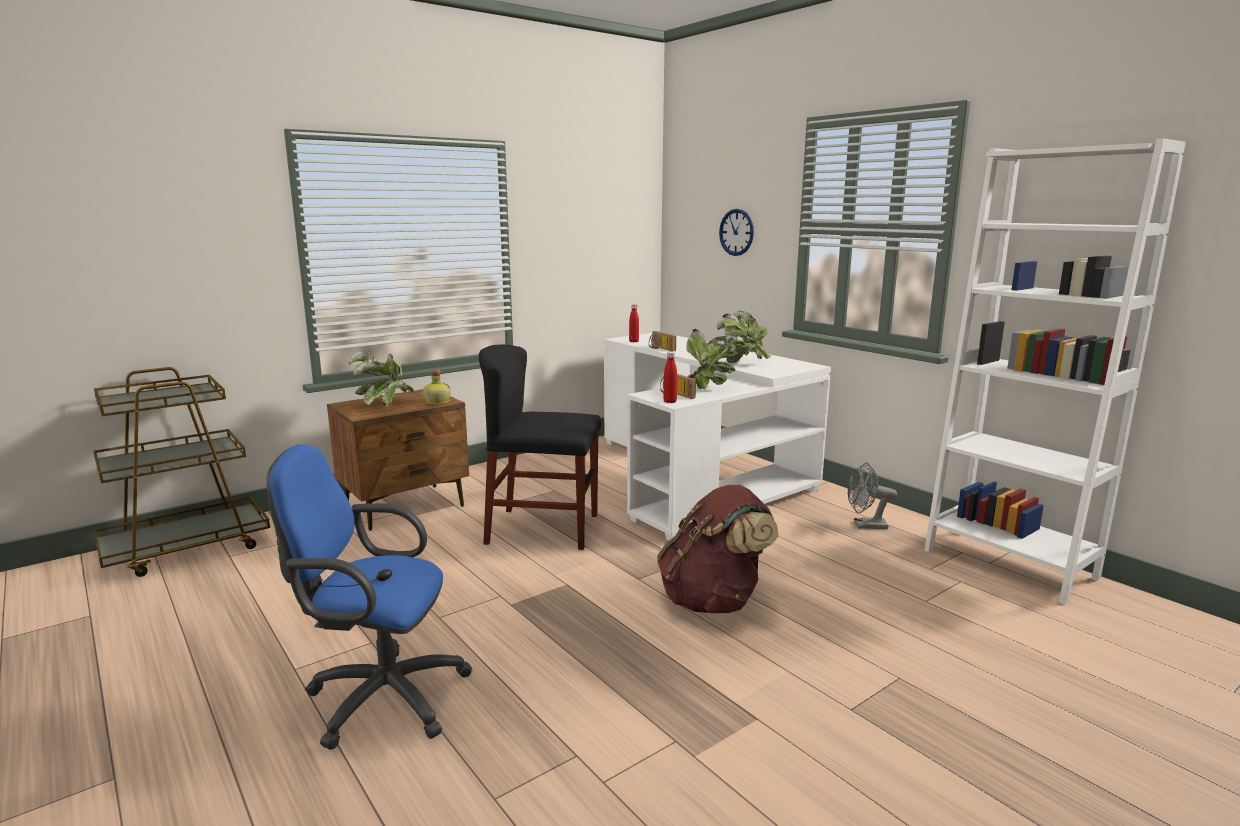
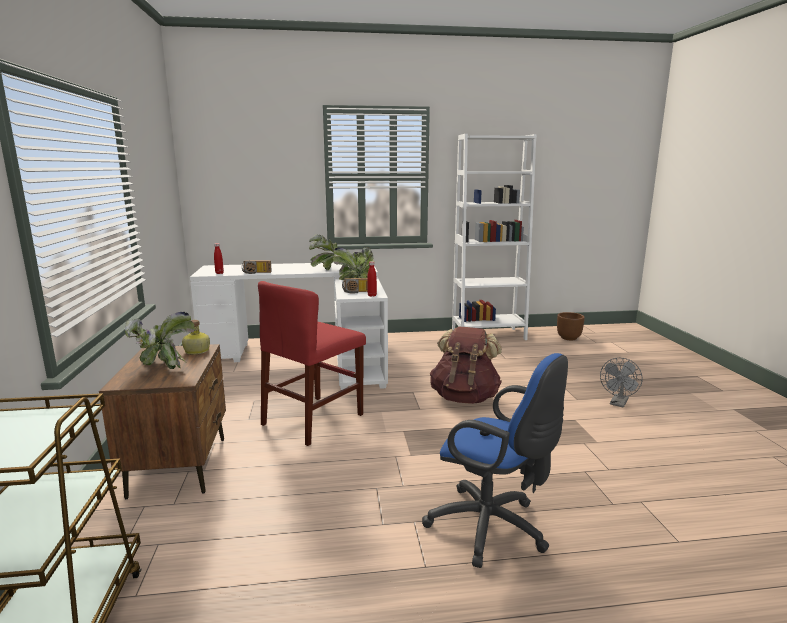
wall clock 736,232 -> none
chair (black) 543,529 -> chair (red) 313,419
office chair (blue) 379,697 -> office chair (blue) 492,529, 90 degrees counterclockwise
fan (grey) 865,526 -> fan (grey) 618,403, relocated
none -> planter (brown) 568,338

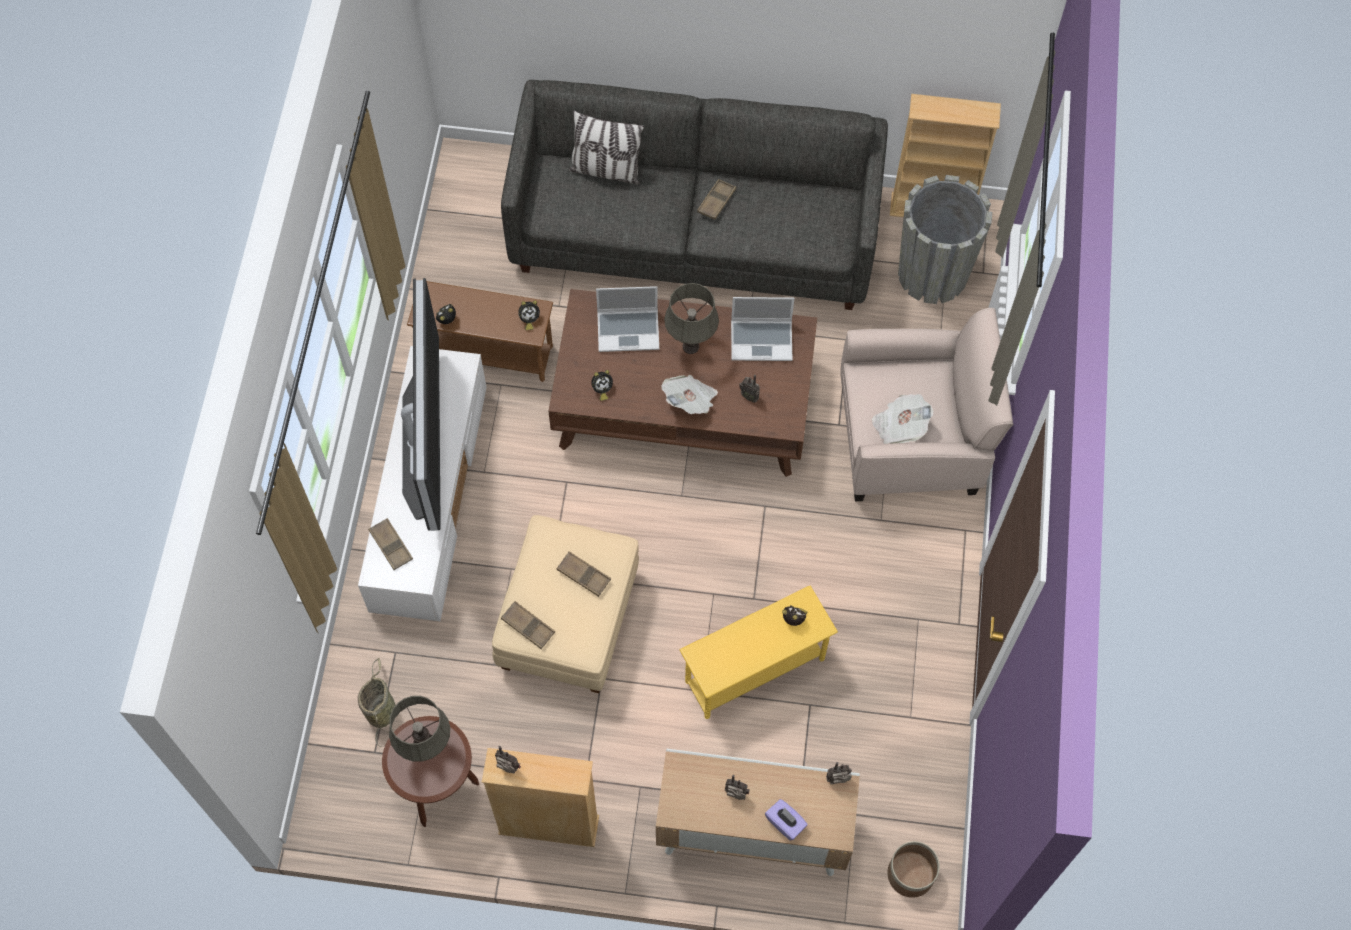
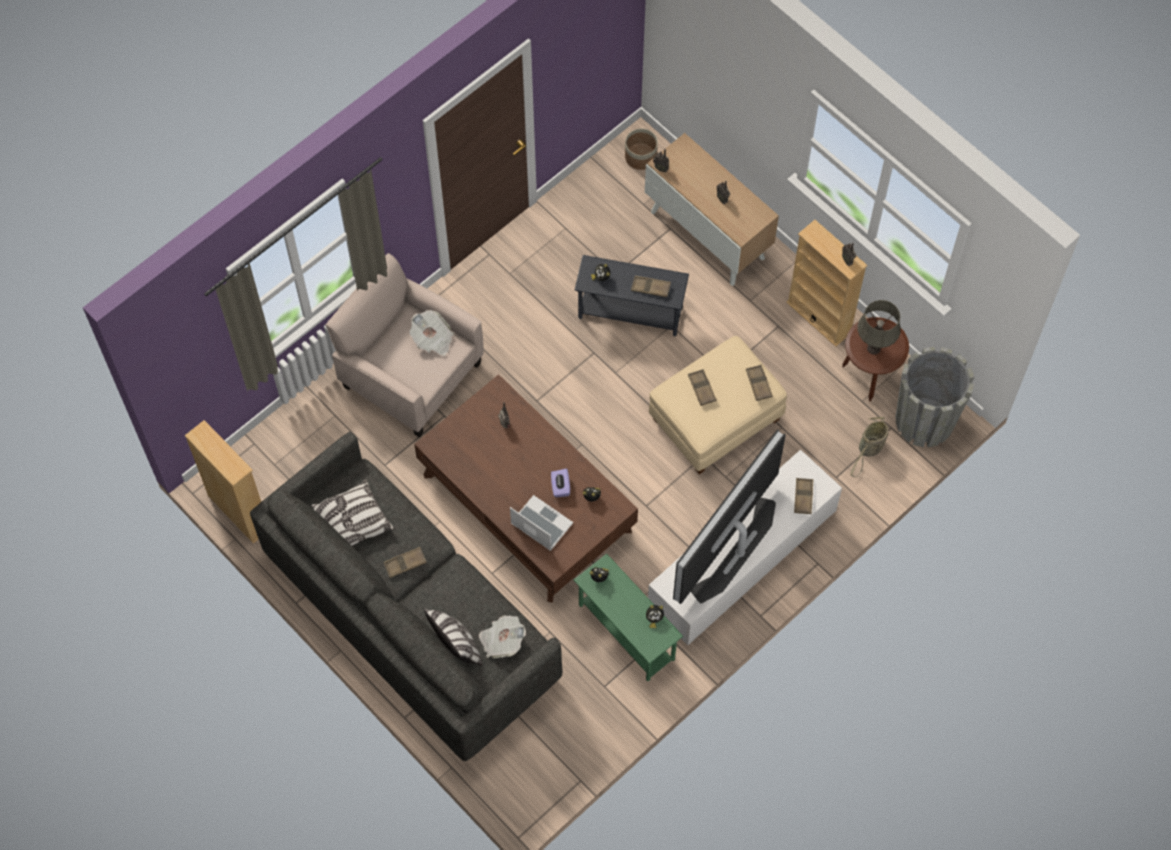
planter (grey) 932,274 -> planter (grey) 924,421, relocated
side table (brown) 487,353 -> side table (green) 626,633
table lamp (grey) 691,346 -> none
laptop 762,340 -> none
newspaper 690,401 -> newspaper 502,641, relocated
side table (yellow) 754,670 -> side table (grey) 630,314
tissue box (purple) 785,823 -> tissue box (purple) 560,487, relocated
none -> tray (brown) 650,288
none -> pillow 353,522

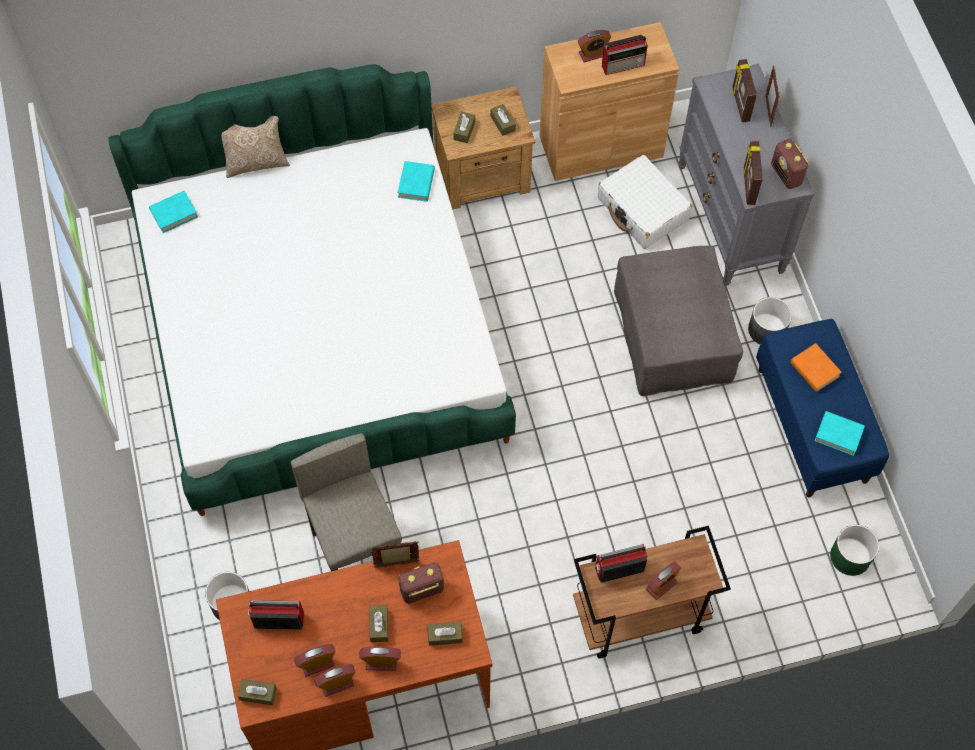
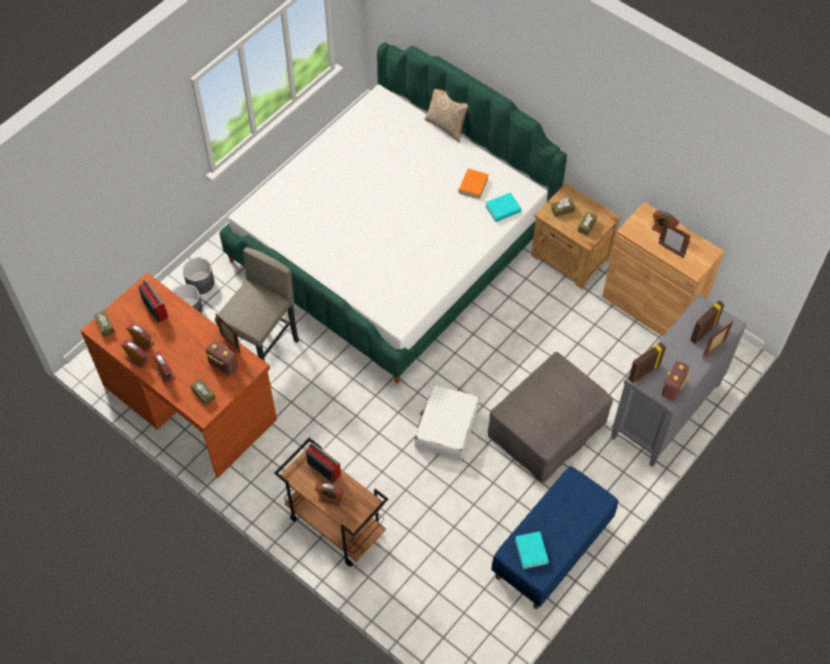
radio 624,65 -> picture frame 670,250
suitcase (white) 643,209 -> suitcase (white) 446,427, relocated
book (turquoise) 174,213 -> none
planter (grey) 766,329 -> planter (grey) 200,282, relocated
book (orange) 814,370 -> book (orange) 473,185, relocated
planter (green) 850,556 -> none
tissue box (brown) 379,625 -> none

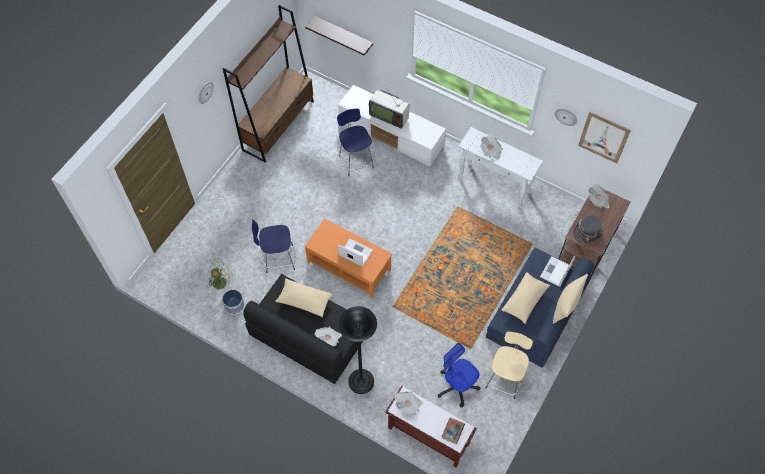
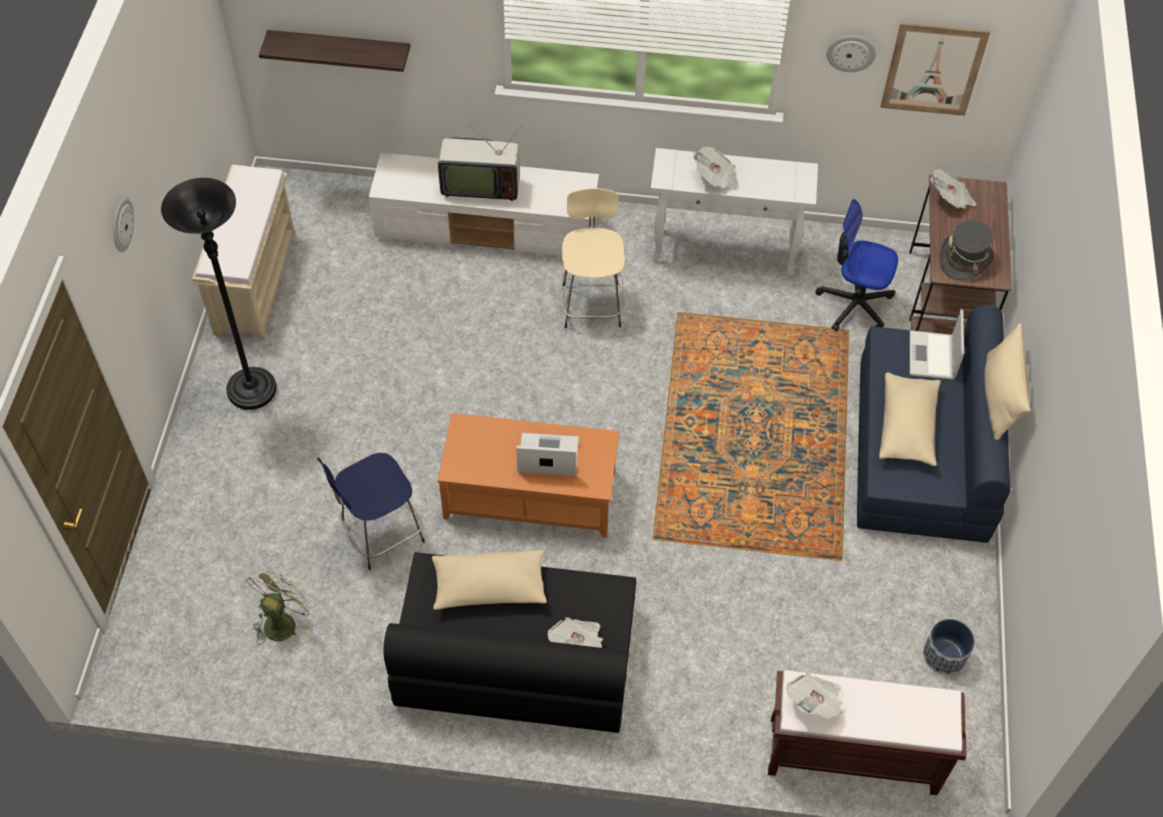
bookcase (brown) 278,125 -> bench (beige) 255,282
stool (blue) 355,160 -> none
planter 234,305 -> planter 944,655, relocated
floor lamp (black) 361,382 -> floor lamp (black) 252,390, relocated
stool (beige) 505,378 -> stool (beige) 591,303, relocated
office chair 457,386 -> office chair 854,304, relocated
book 453,431 -> none

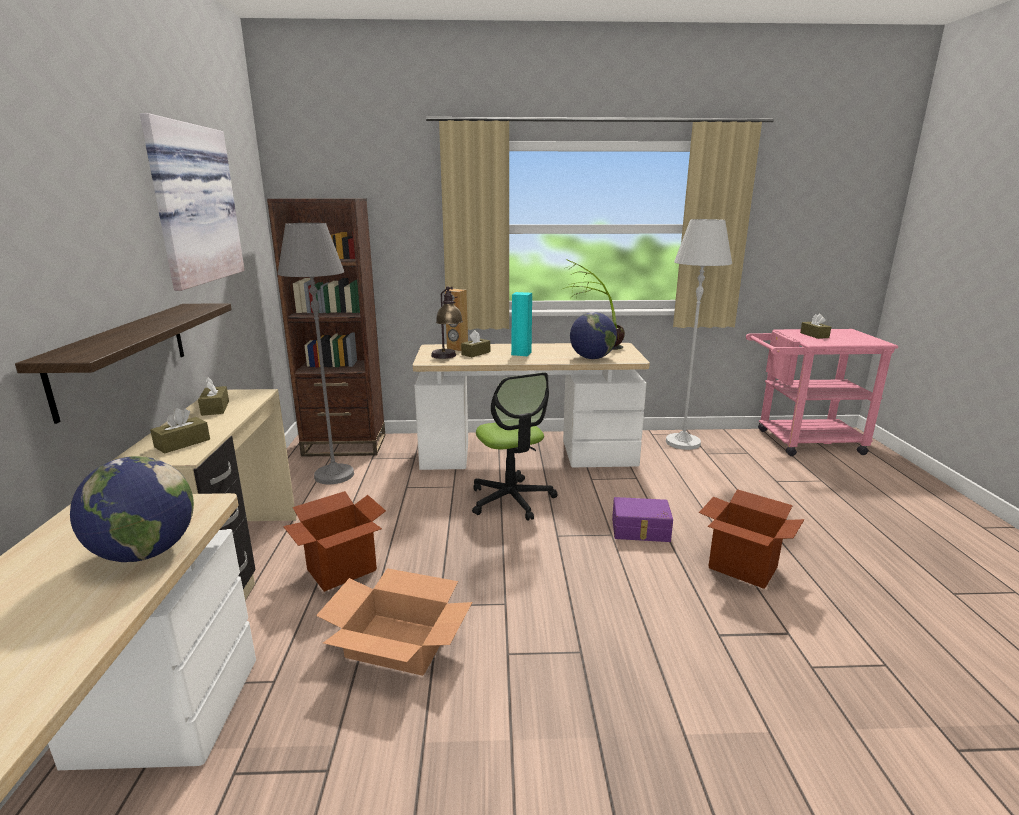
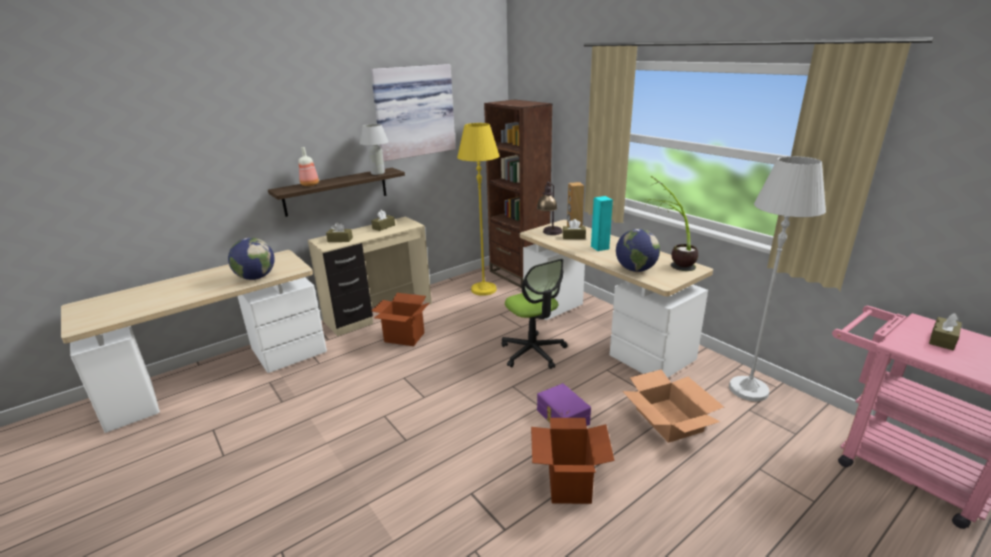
floor lamp (grey) 334,475 -> floor lamp (yellow) 483,289
office chair 511,500 -> office chair 533,352, 60 degrees counterclockwise
cardboard box 398,643 -> cardboard box 669,419, relocated
none -> table lamp (white) 377,173
none -> bottle 310,184

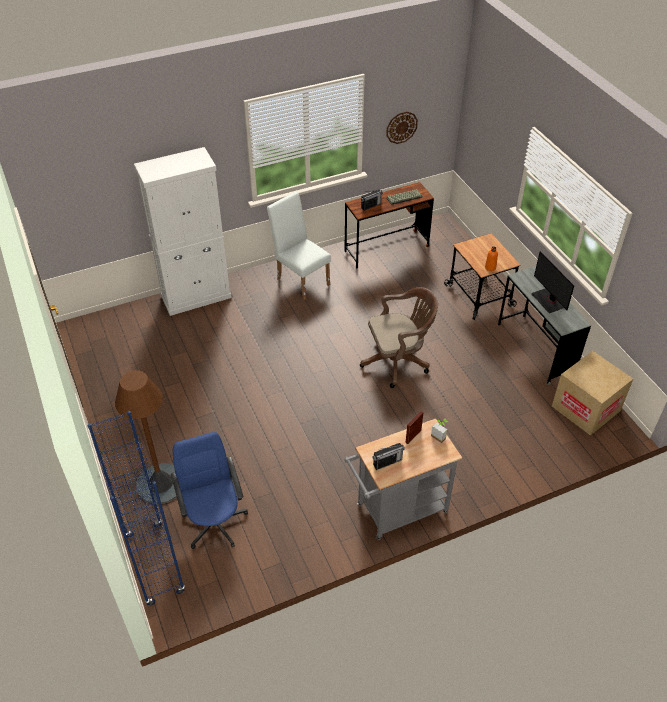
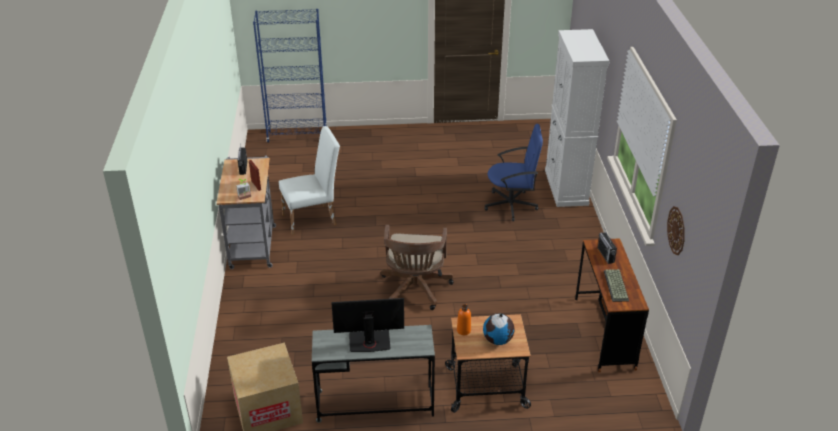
chair (white) 301,279 -> chair (white) 313,218, relocated
floor lamp (brown) 160,484 -> none
office chair (blue) 214,522 -> office chair (blue) 511,205, relocated
none -> globe 498,340

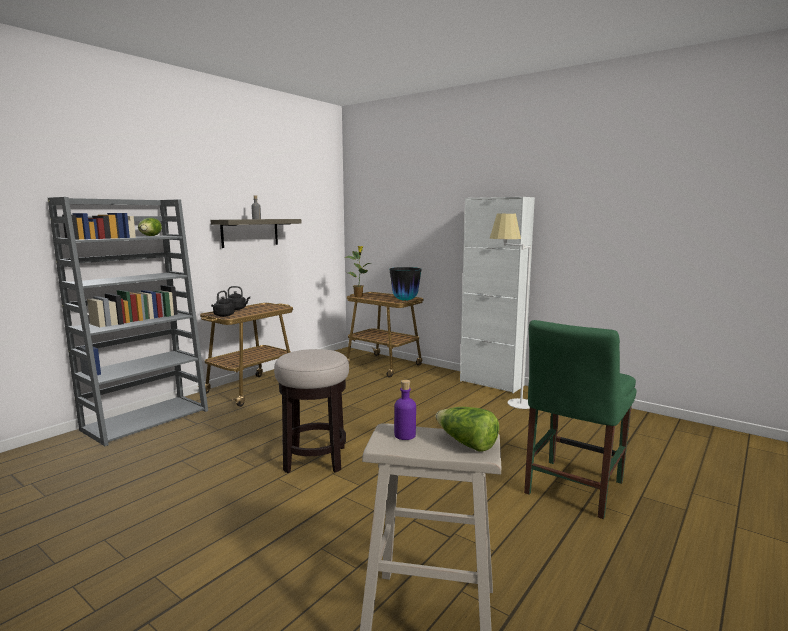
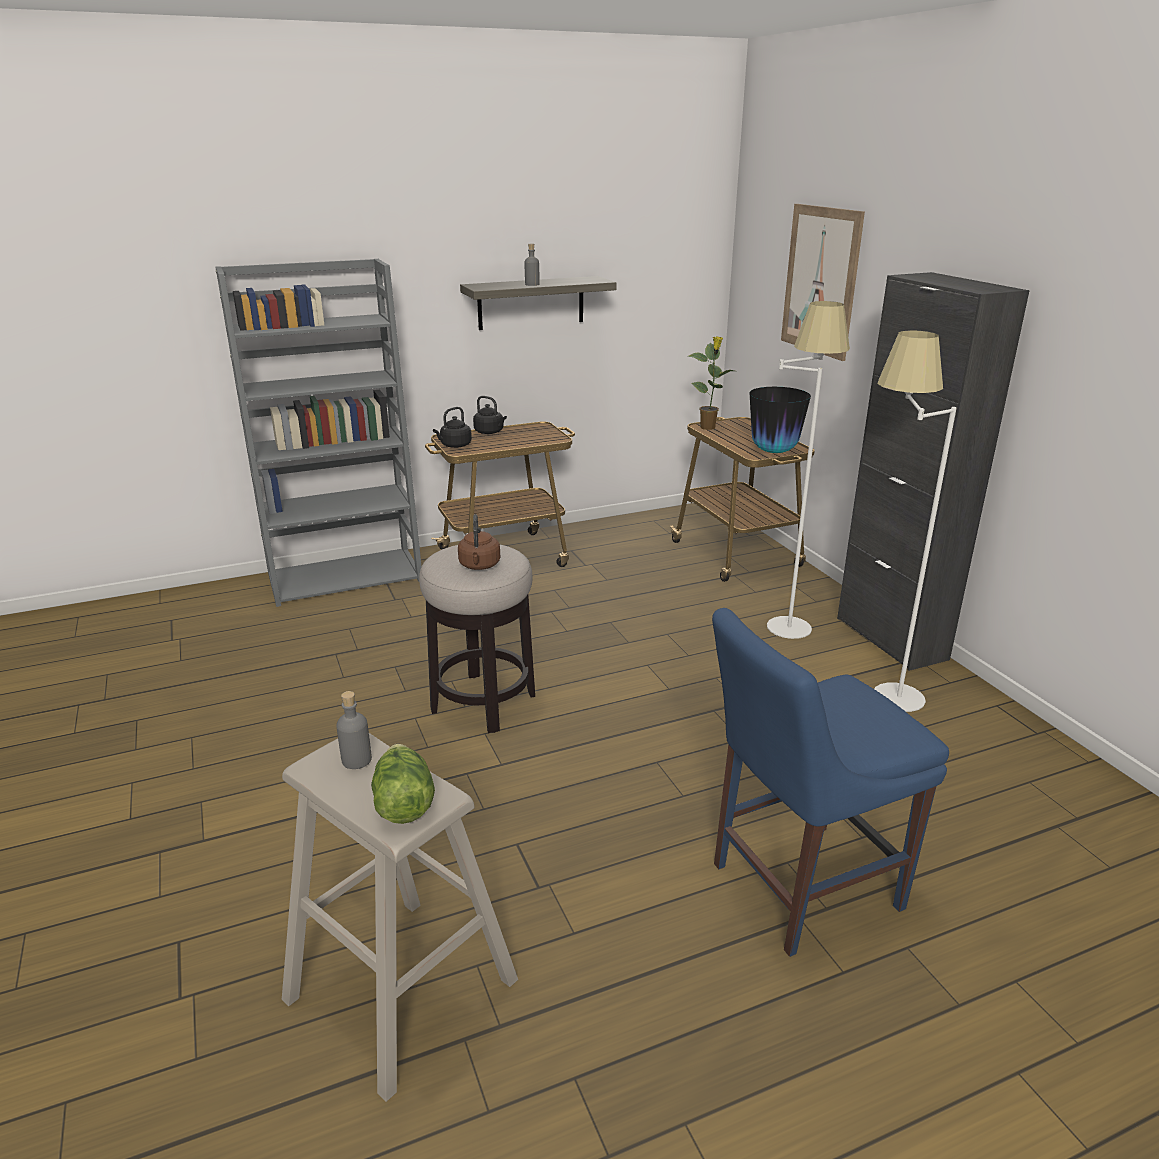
cabinet (white) 491,383 -> cabinet (black) 891,638
lettuce 150,236 -> none
chair (green) 571,489 -> chair (blue) 797,887
bottle (purple) 405,435 -> bottle (grey) 356,760
none -> picture 820,281
none -> floor lamp (white) 788,617
none -> kettle (brown) 479,566

